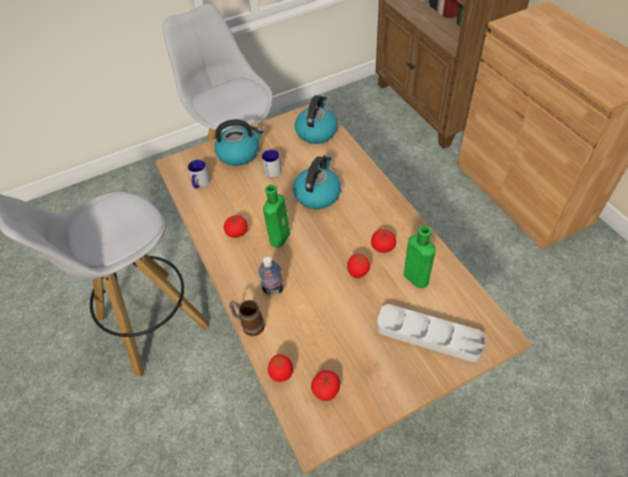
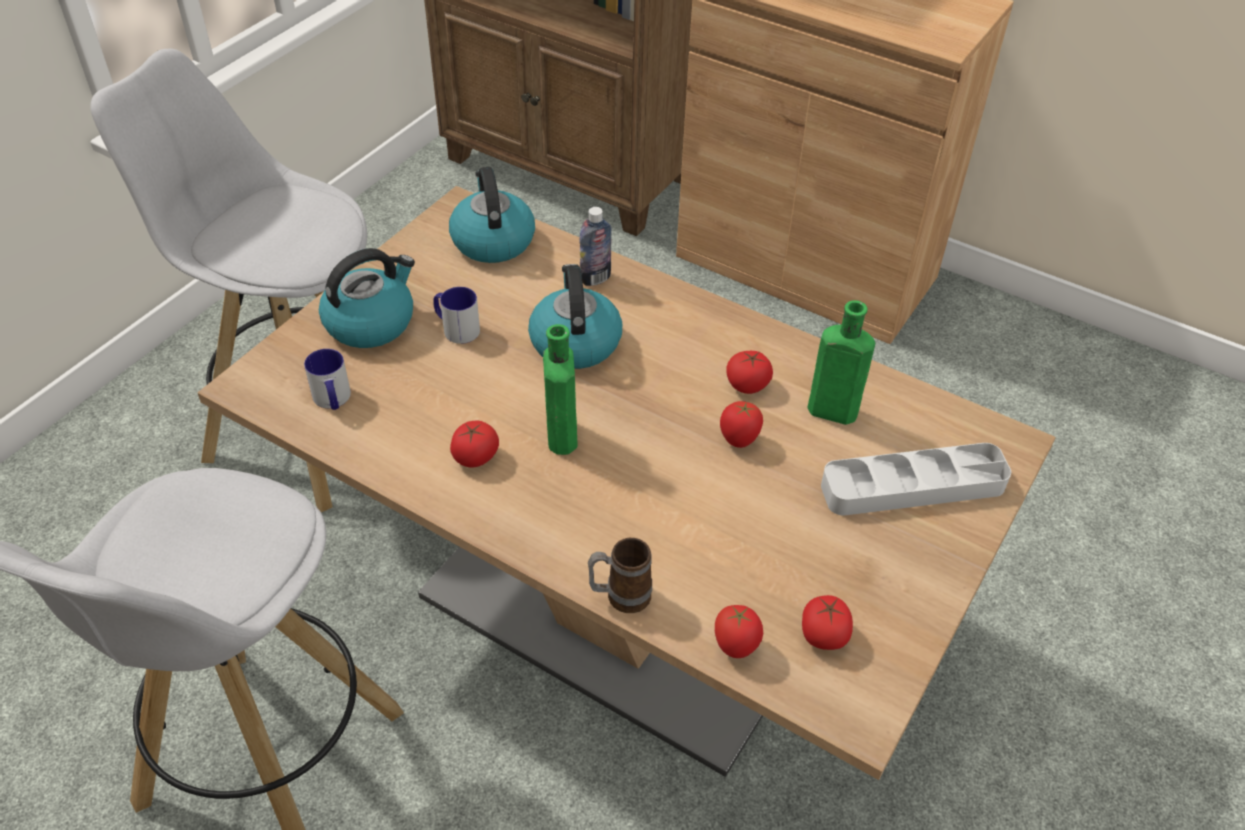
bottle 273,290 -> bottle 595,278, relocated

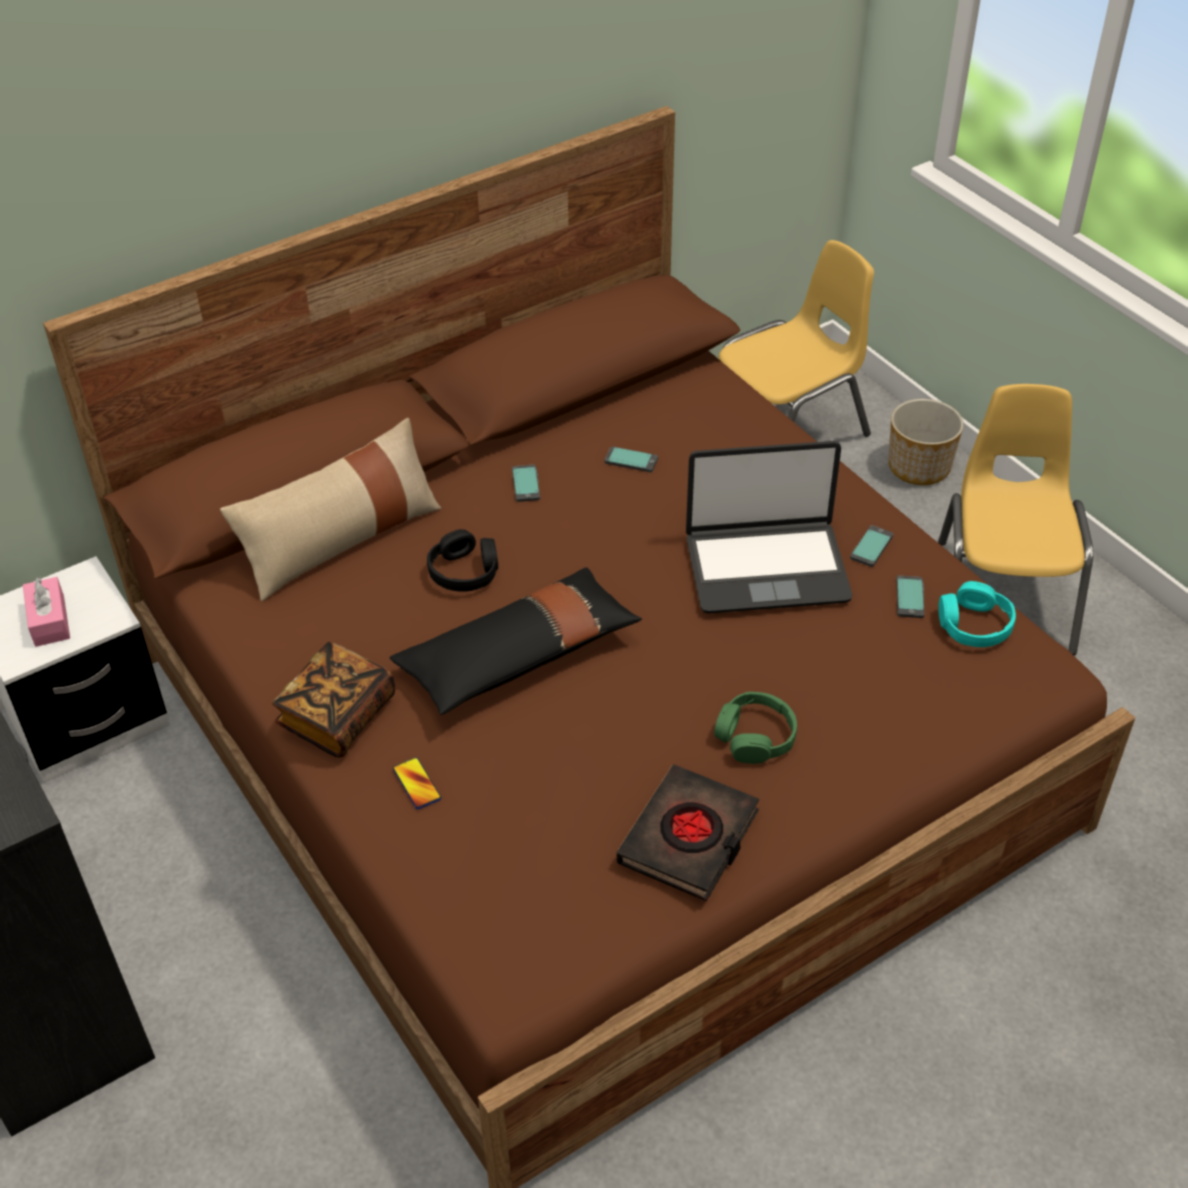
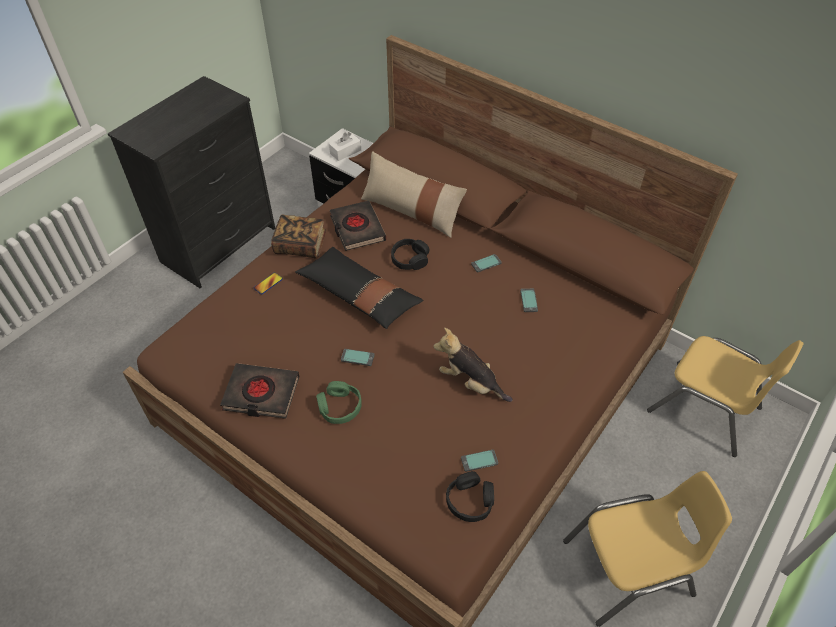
planter 920,467 -> none
laptop 766,567 -> plush toy 470,382
phone 871,547 -> phone 357,357, relocated
tissue box (pink) 49,621 -> tissue box (white) 345,152
headphones (turquoise) 974,625 -> headphones (black) 470,501
none -> book (black) 357,229

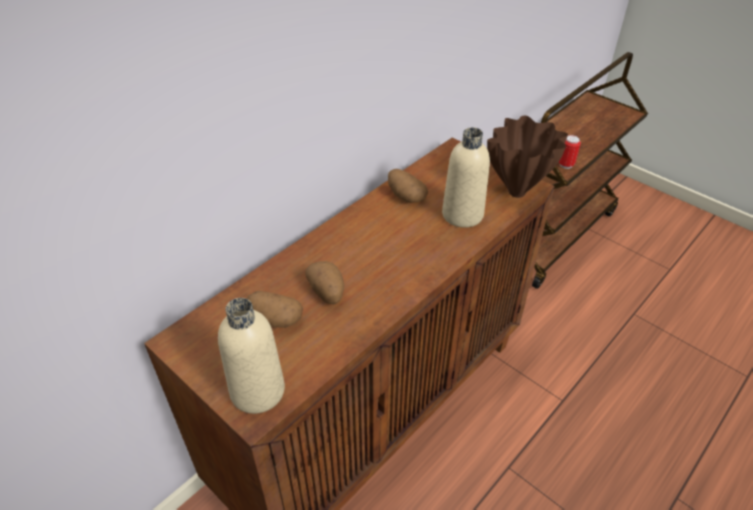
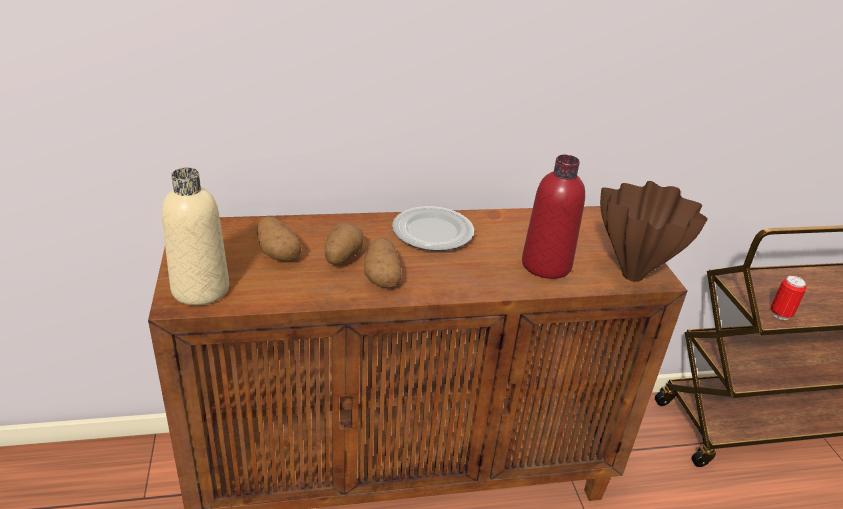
bottle (beige) 462,215 -> bottle (red) 546,265
potato 405,196 -> potato 382,276, relocated
none -> plate 431,232

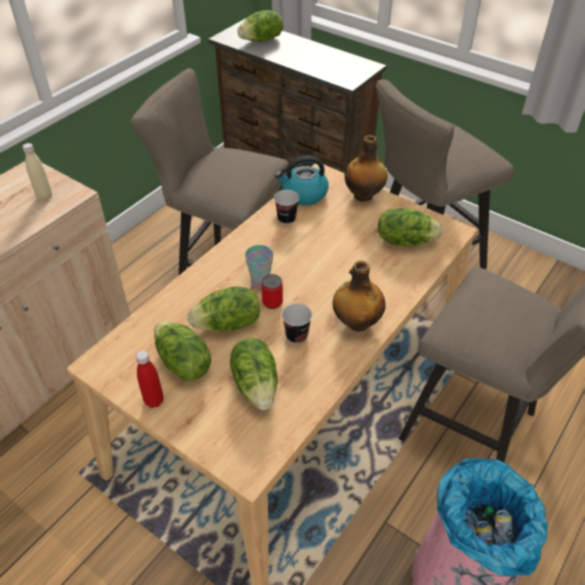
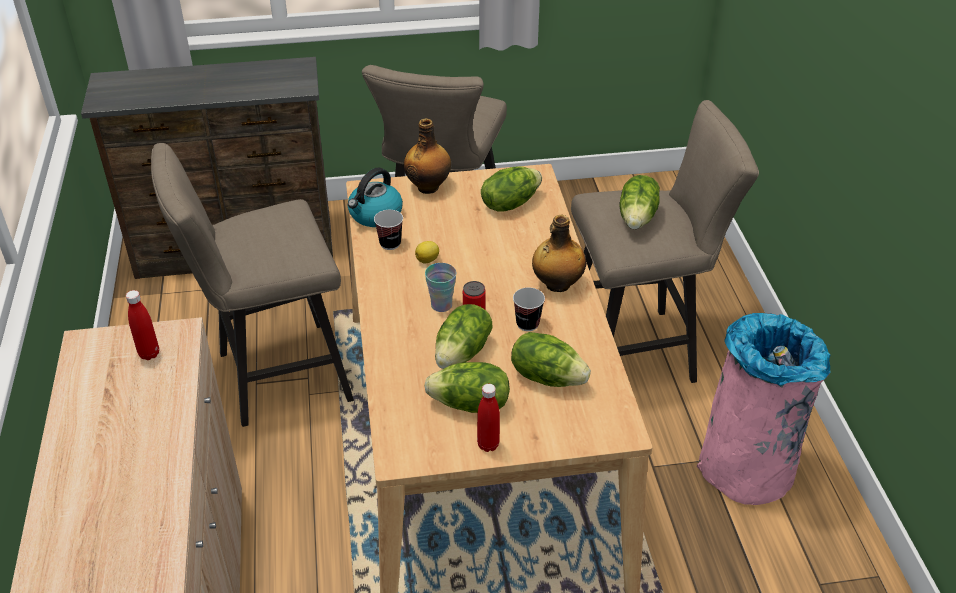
lettuce 262,40 -> lettuce 638,218, relocated
bottle (beige) 44,196 -> bottle (red) 149,354
none -> lemon 428,260

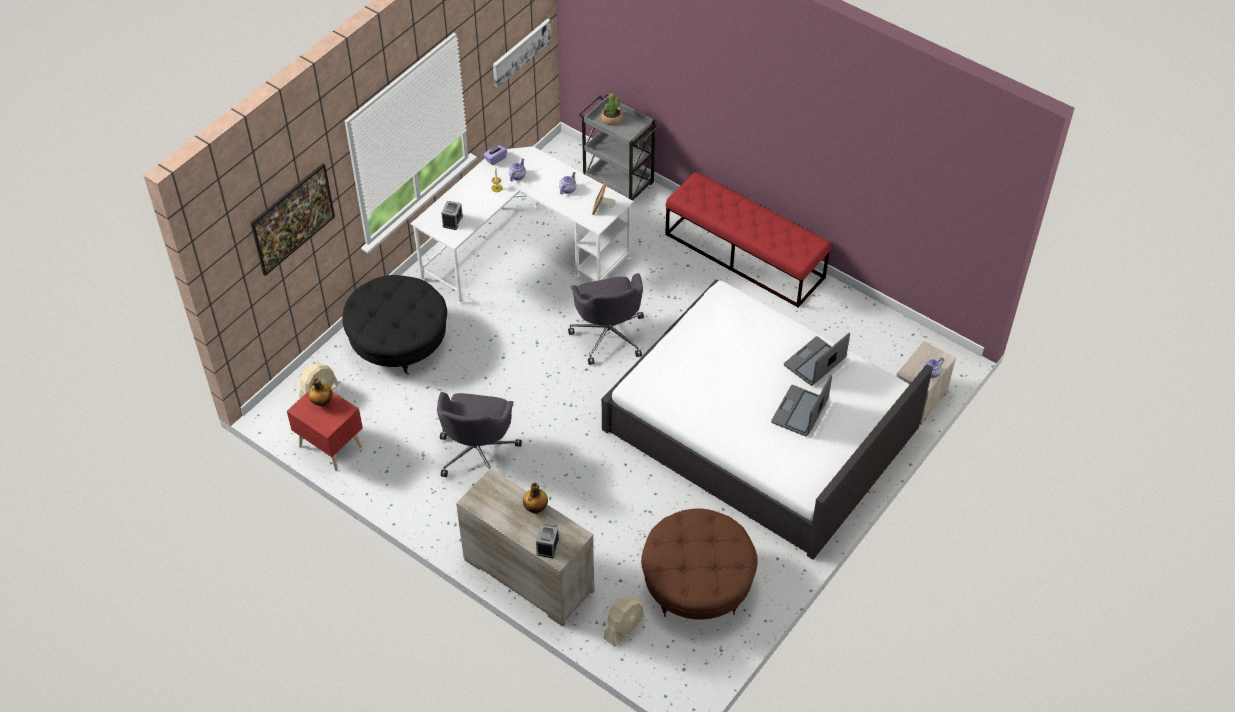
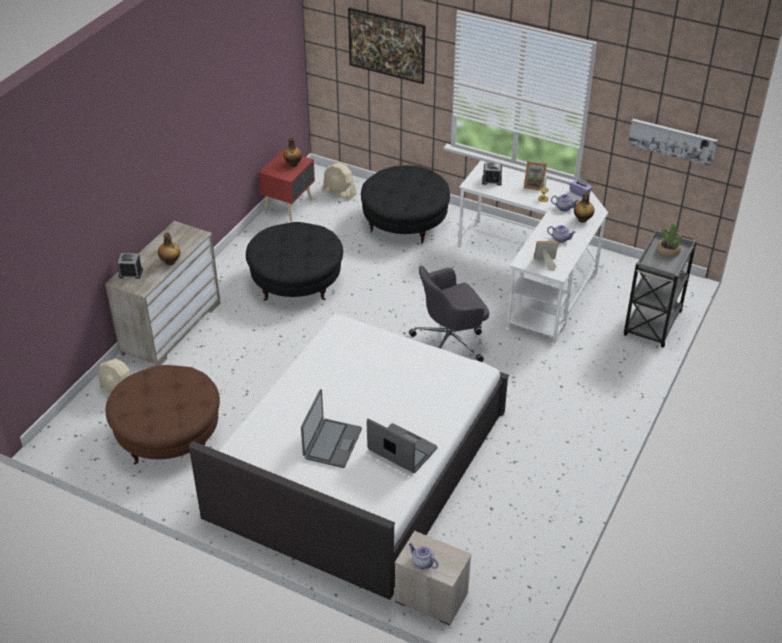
bench (red) 745,256 -> none
laptop 800,412 -> laptop 332,443, 90 degrees clockwise
office chair (grey) 478,452 -> ottoman (black) 296,282
none -> picture frame 534,185
none -> bottle 582,220

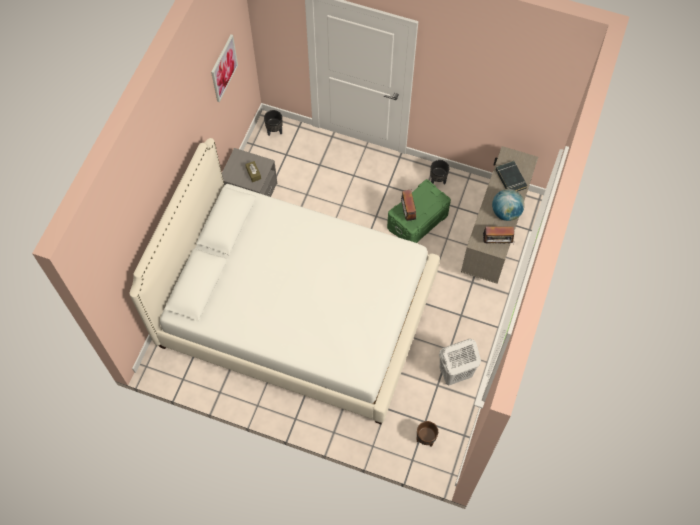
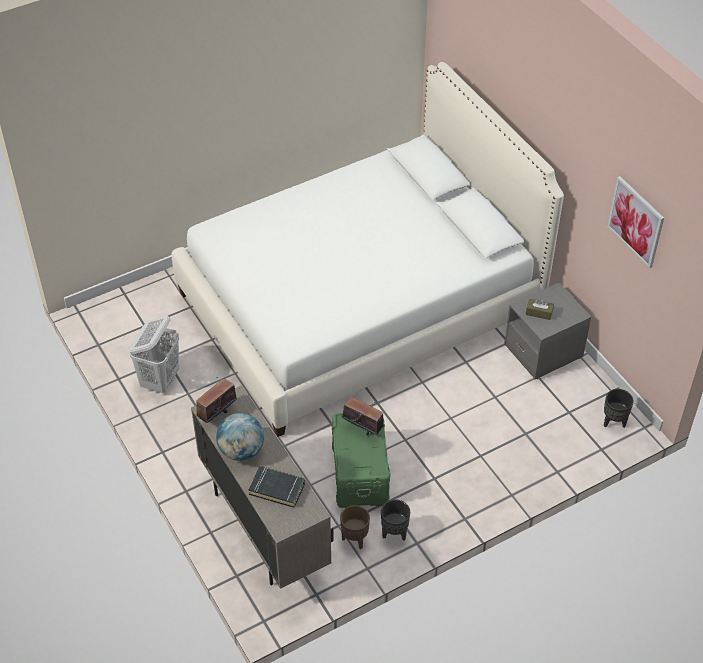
planter (brown) 425,439 -> planter (brown) 355,539, relocated

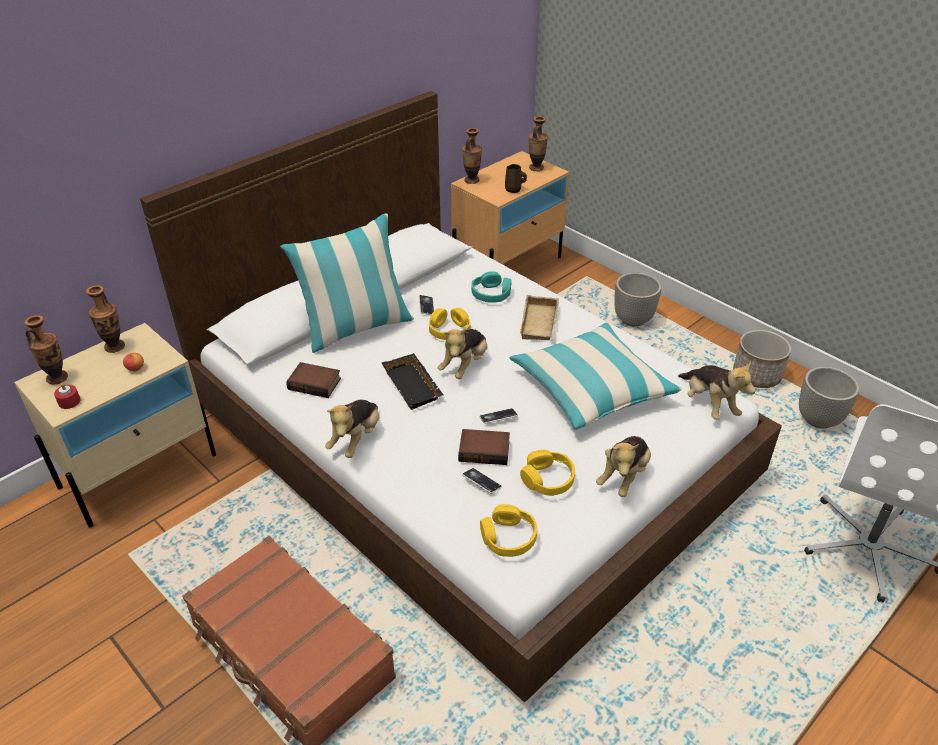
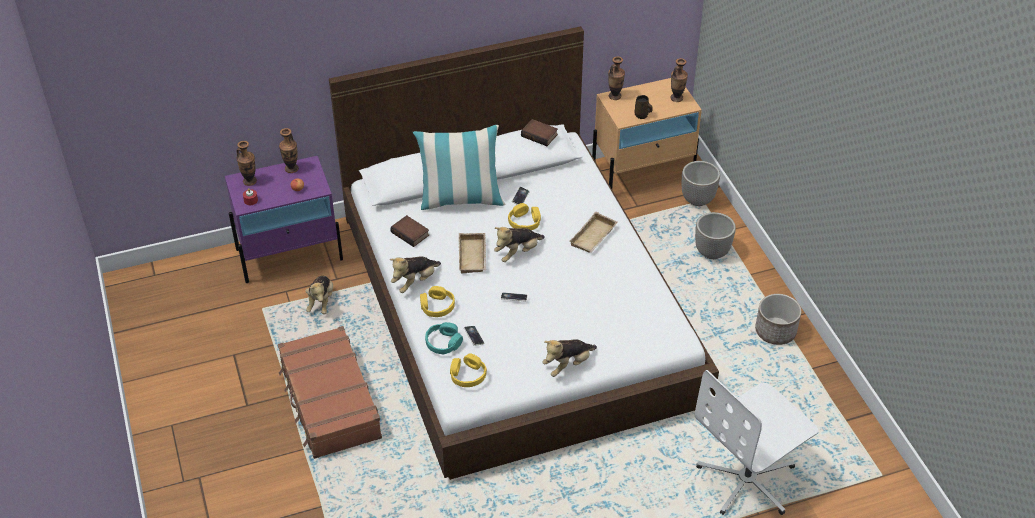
headphones (turquoise) 491,294 -> headphones (turquoise) 443,343, relocated
pillow 591,388 -> none
nightstand (beige) 139,470 -> nightstand (purple) 290,254
tray (black) 414,385 -> tray (beige) 474,256
plush toy 709,404 -> plush toy 321,302, relocated
planter 819,420 -> planter 697,200, relocated
book 485,450 -> book 540,135, relocated
headphones (yellow) 547,479 -> headphones (yellow) 437,306, relocated

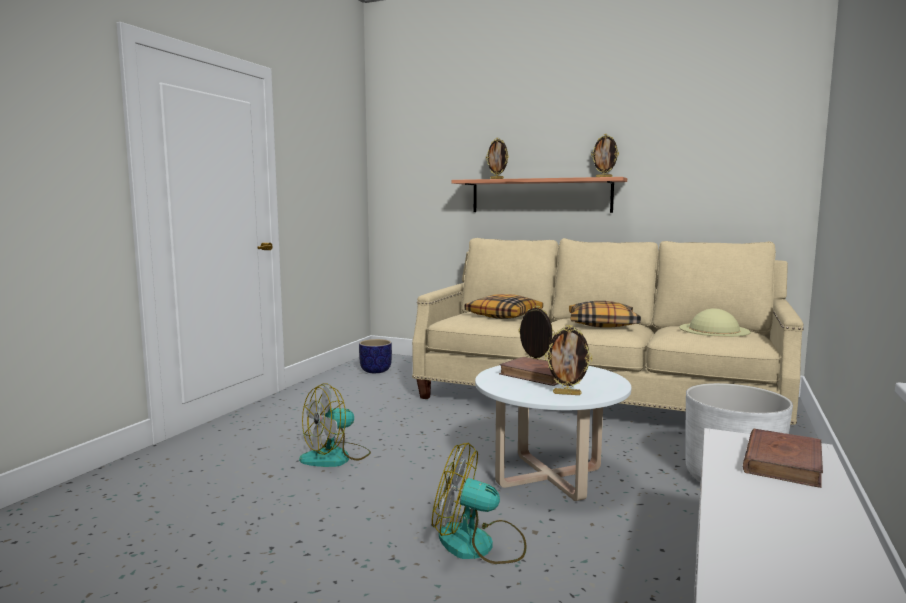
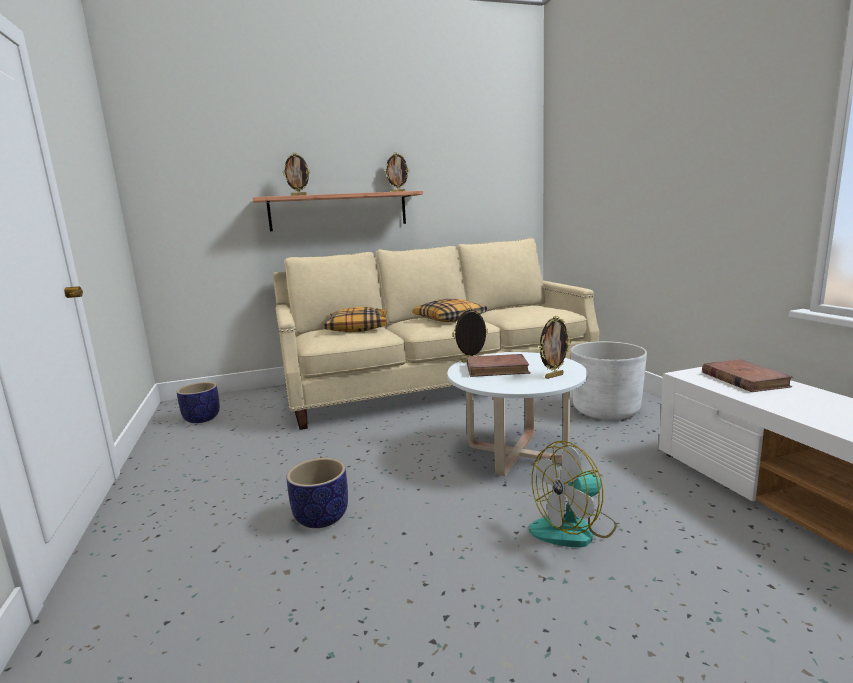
hat (beige) 714,330 -> none
fan 336,457 -> planter 322,517

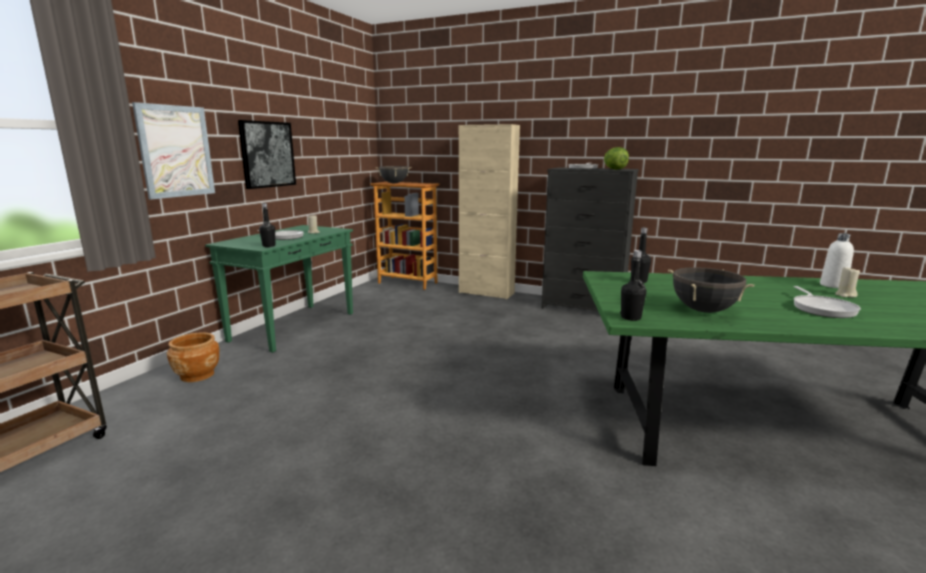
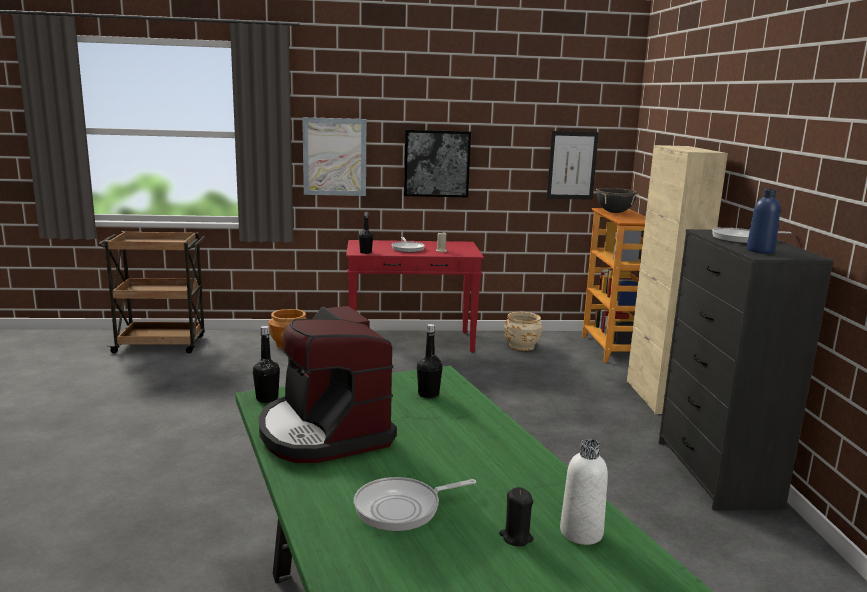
lettuce 614,169 -> bottle (blue) 760,251
console table (green) 294,327 -> console table (red) 412,342
cooking pot (black) 704,310 -> coffee machine 324,432
candle (beige) 845,295 -> candle (black) 516,537
none -> picture 572,165
none -> planter (beige) 522,346

